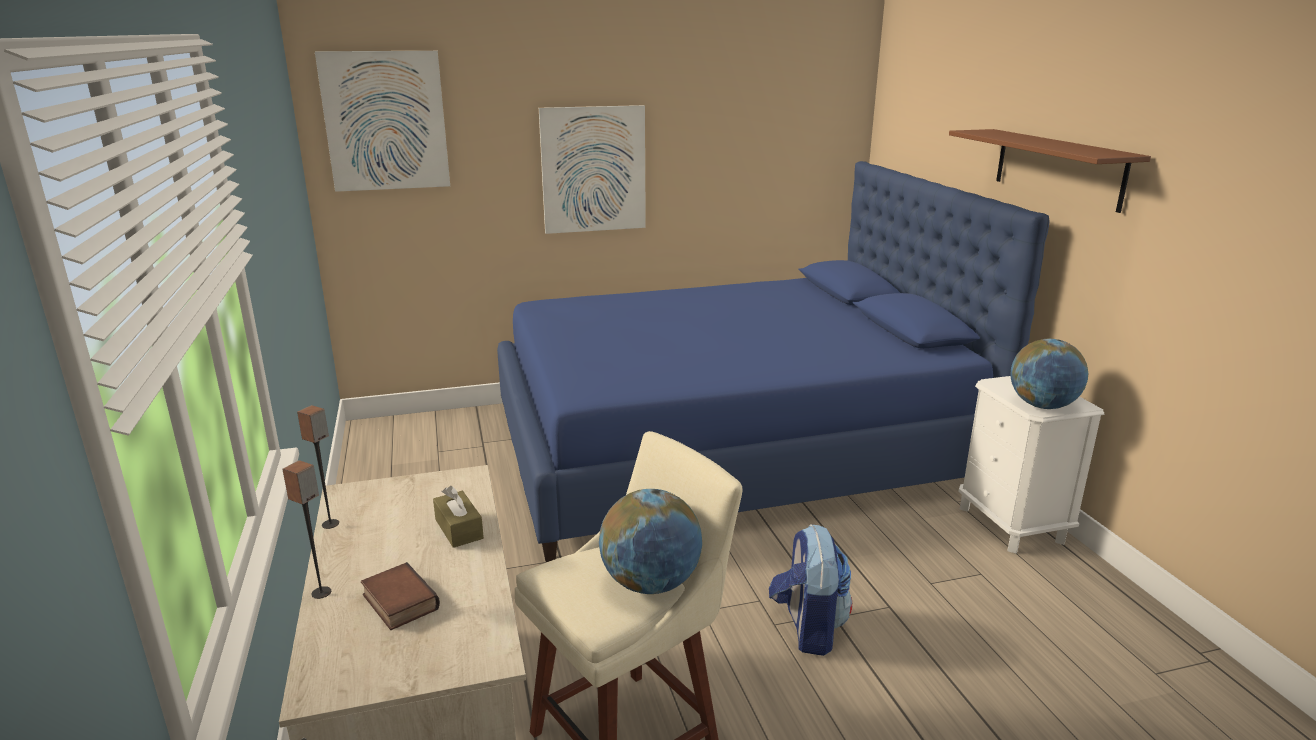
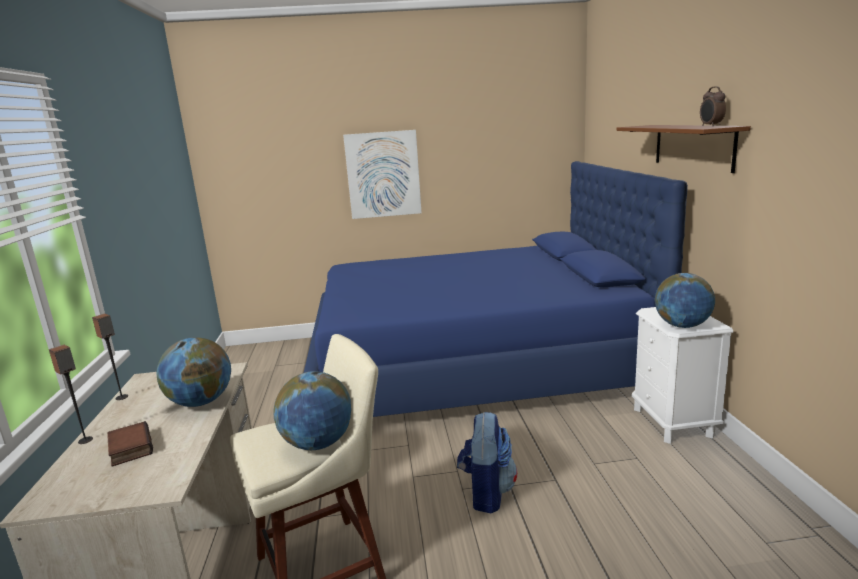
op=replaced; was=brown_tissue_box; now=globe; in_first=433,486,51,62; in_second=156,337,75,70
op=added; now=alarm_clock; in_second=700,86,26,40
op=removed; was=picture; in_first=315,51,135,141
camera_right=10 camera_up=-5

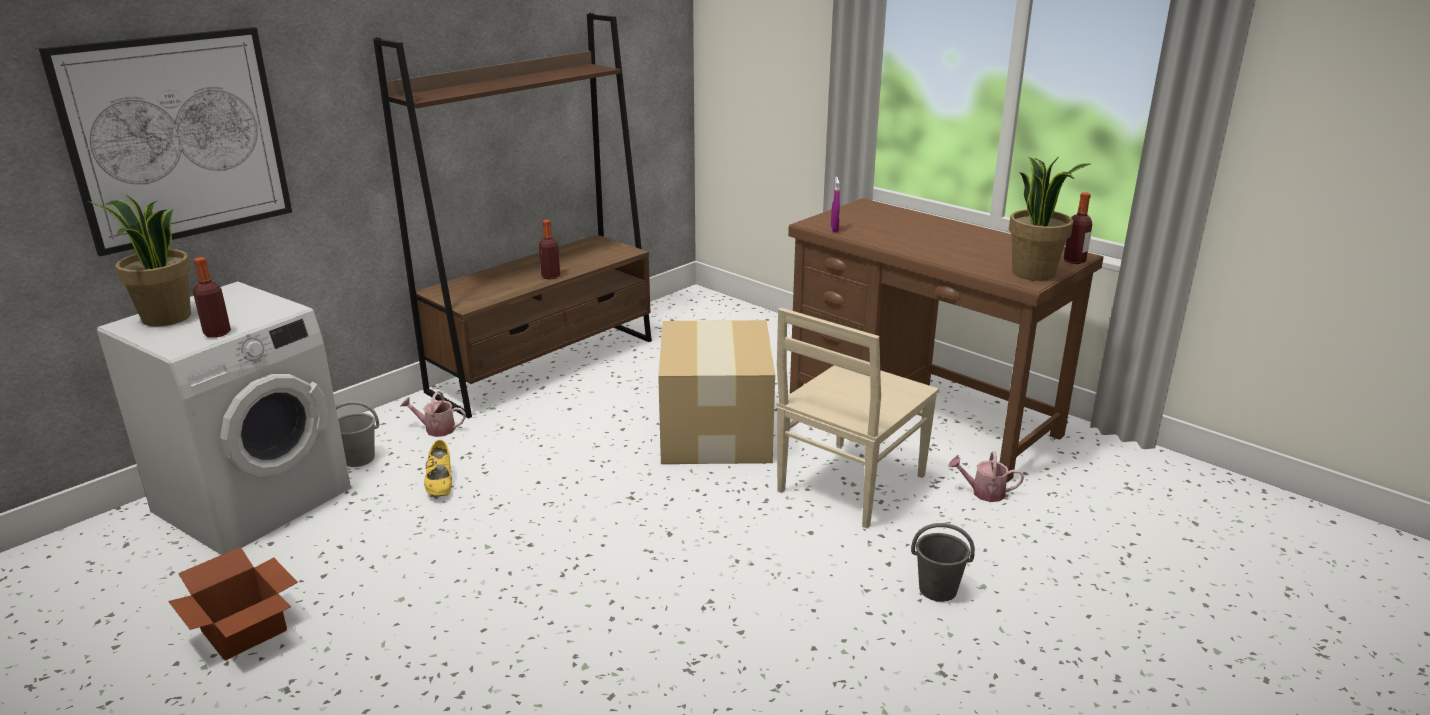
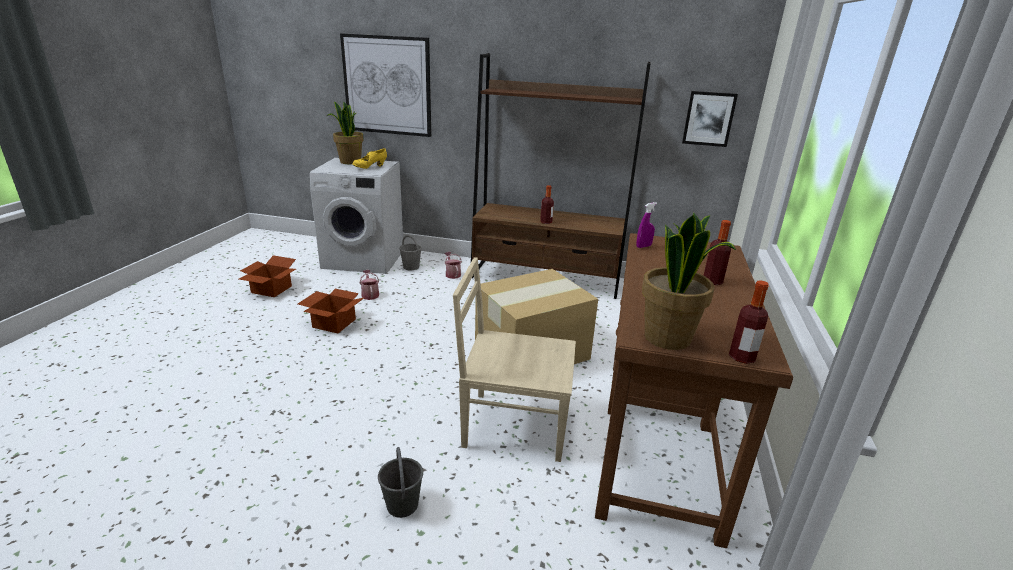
op=added; now=cardboard_box; in_second=298,289,67,44
op=moved; was=yellow_shoe; in_first=424,440,28,56; in_second=352,148,35,21
op=moved; was=watering_can; in_first=948,451,76,51; in_second=359,270,20,30
op=added; now=picture; in_second=682,91,56,56
op=moved; was=bottle; in_first=193,257,38,81; in_second=703,220,28,65
camera_right=60 camera_up=0

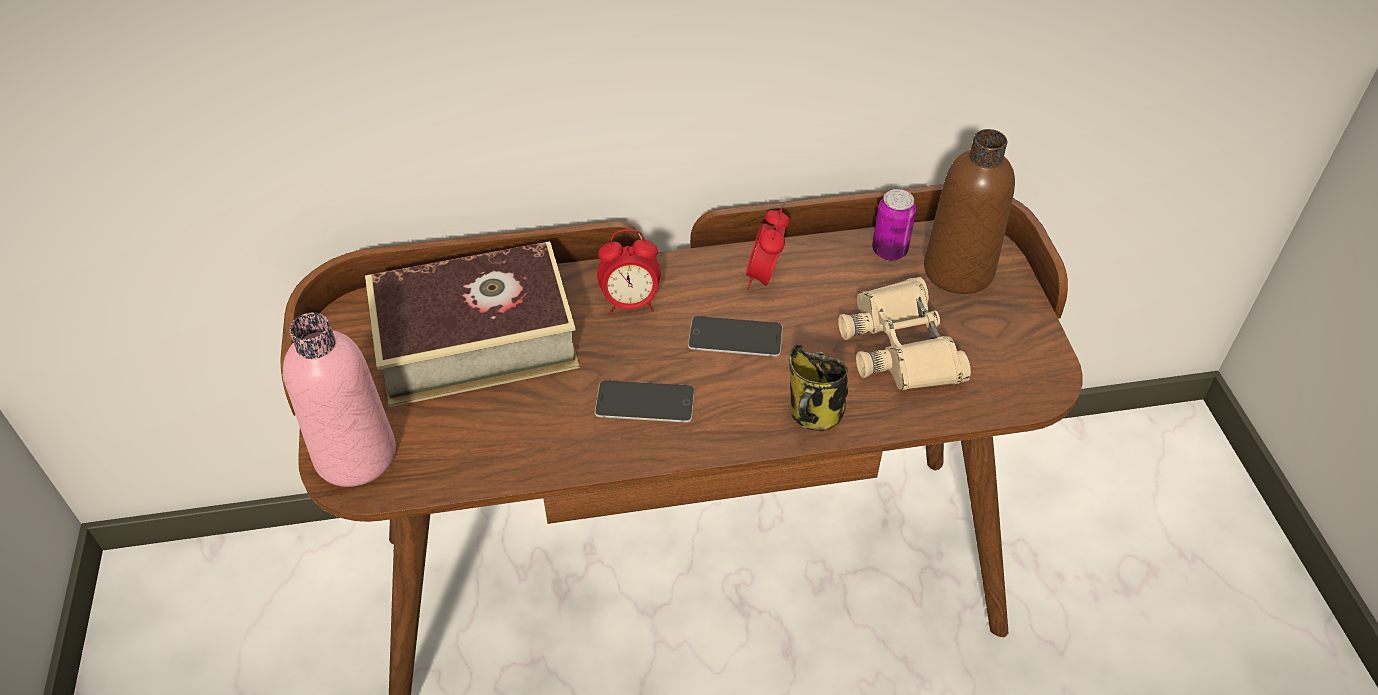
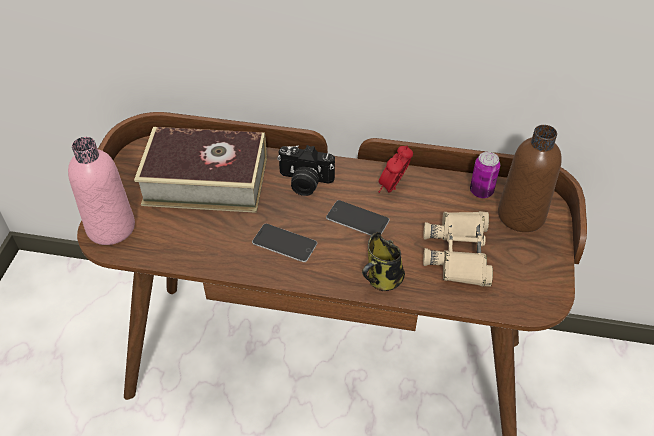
op=replaced; was=alarm_clock; now=photo_camera; in_first=597,229,63,86; in_second=277,145,58,51
camera_right=20 camera_up=0

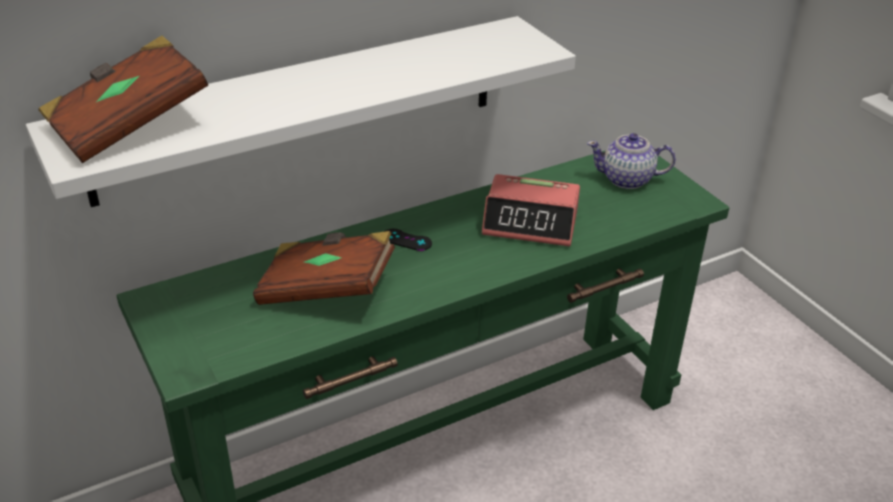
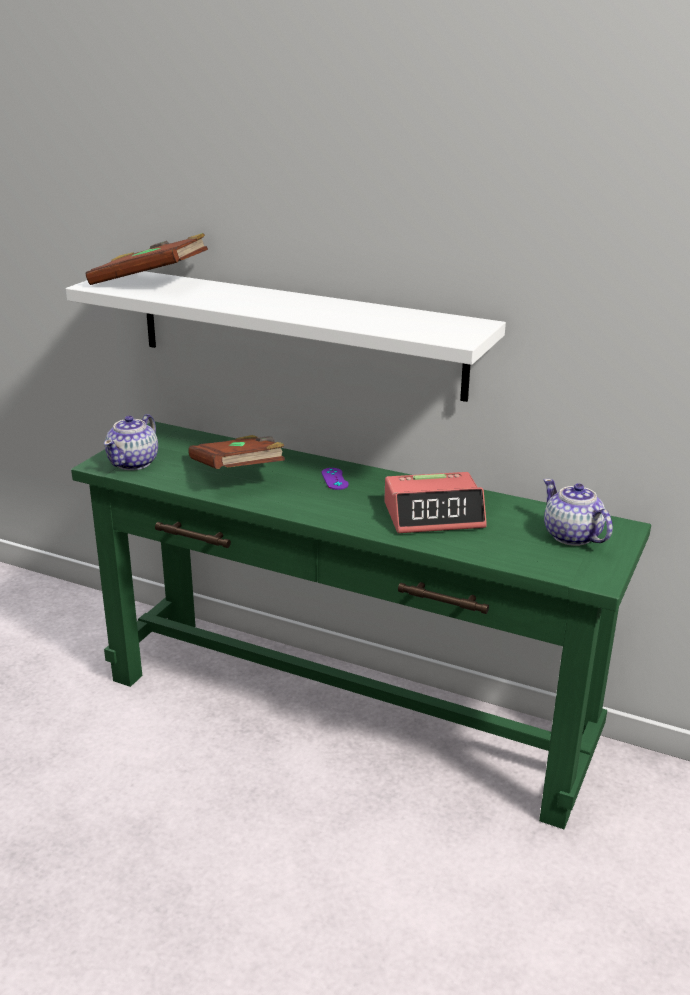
op=added; now=teapot; in_second=104,414,54,56
op=recoloured; was=black_game_controller; now=purple_game_controller; in_first=384,229,48,22; in_second=322,468,27,22
op=turned; was=alarm_clock; in_first=482,174,98,72; in_second=384,472,103,61; clockwise=-75
camera_right=55 camera_up=-10

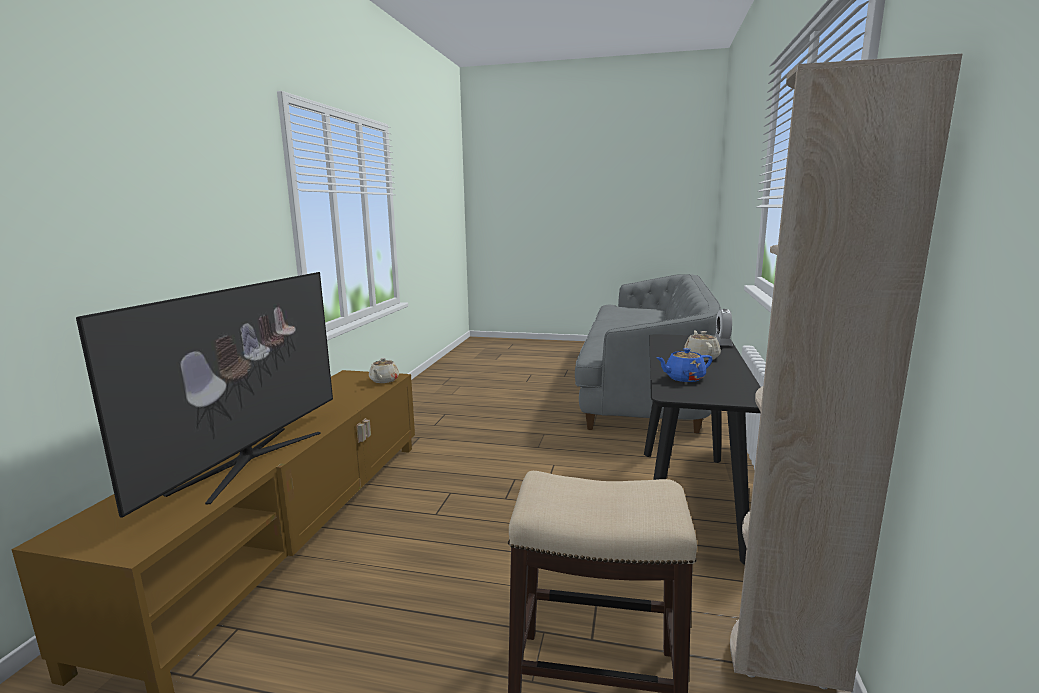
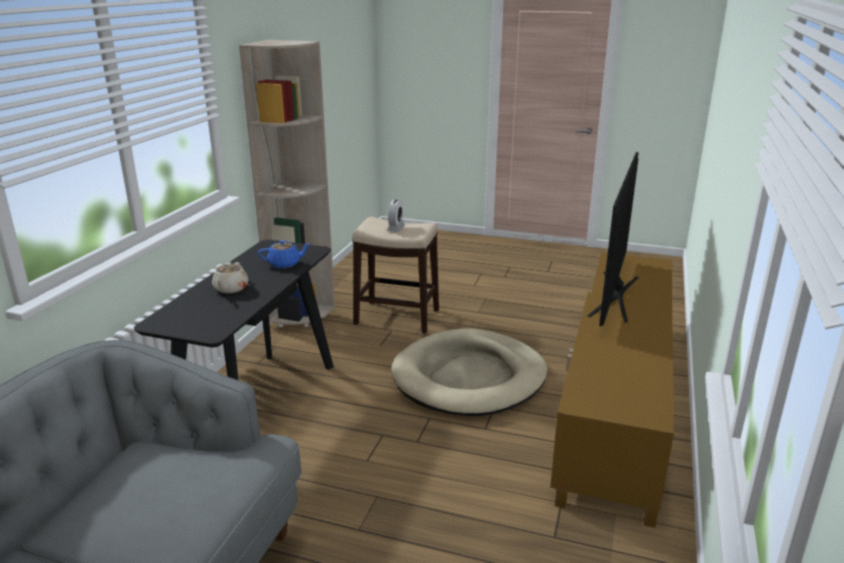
op=moved; was=alarm_clock; in_first=715,309,18,37; in_second=387,200,18,32
op=added; now=beige_dog_bed; in_second=391,328,156,88
op=removed; was=beige_teapot; in_first=369,358,30,25
camera_right=-175 camera_up=10

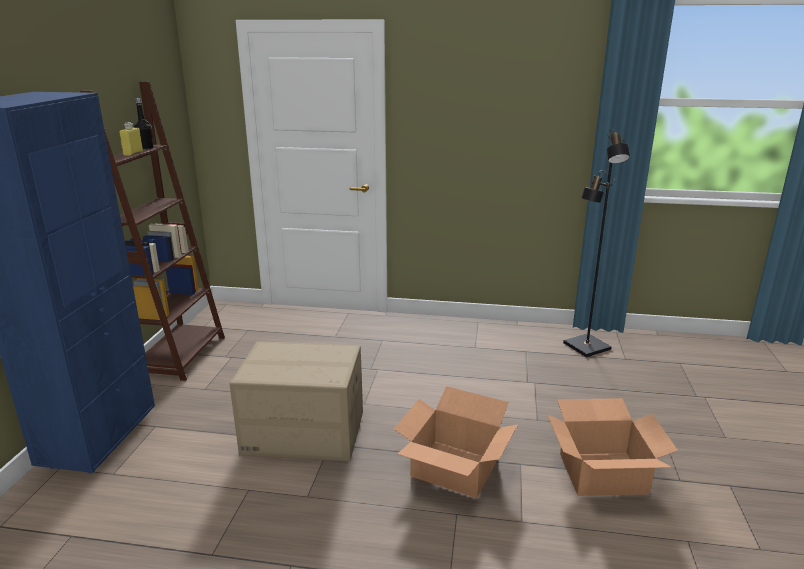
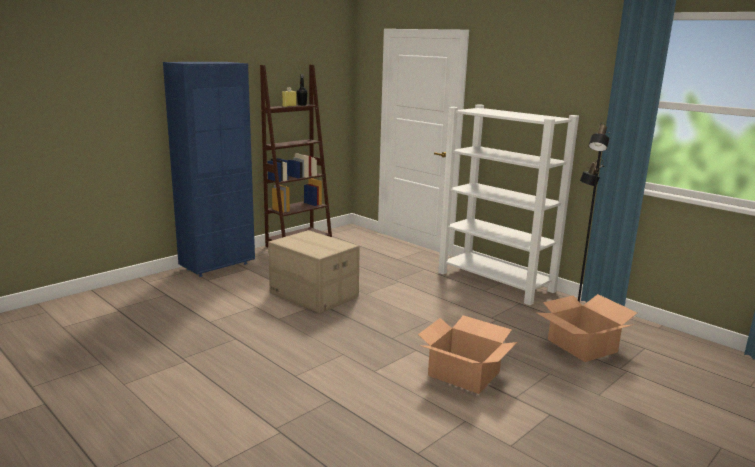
op=added; now=white_bookcase; in_second=438,104,141,202
op=moved; was=cardboard_box; in_first=394,386,124,112; in_second=537,294,100,68
camera_right=35 camera_up=-5

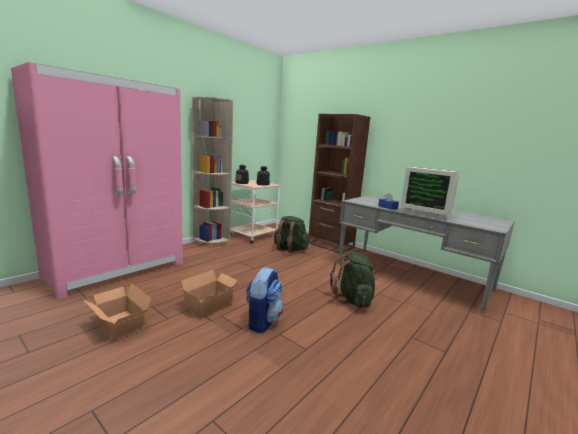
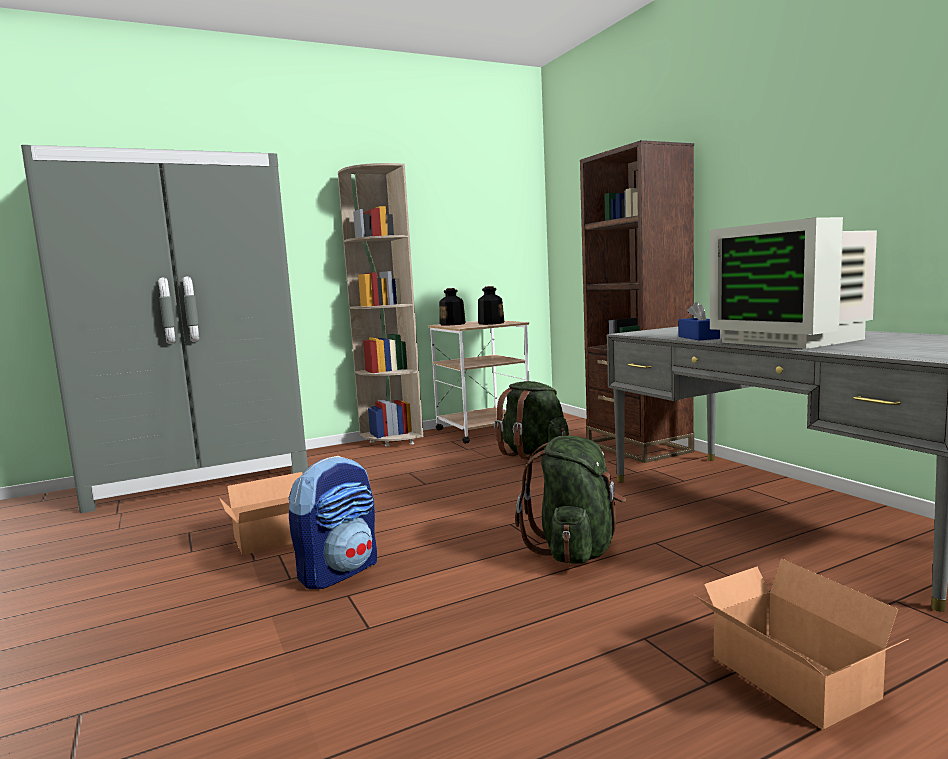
op=recoloured; was=pink_cabinet; now=grey_cabinet; in_first=11,62,172,237; in_second=21,145,287,368
op=moved; was=cardboard_box; in_first=84,283,67,59; in_second=694,558,214,172
camera_right=25 camera_up=-5

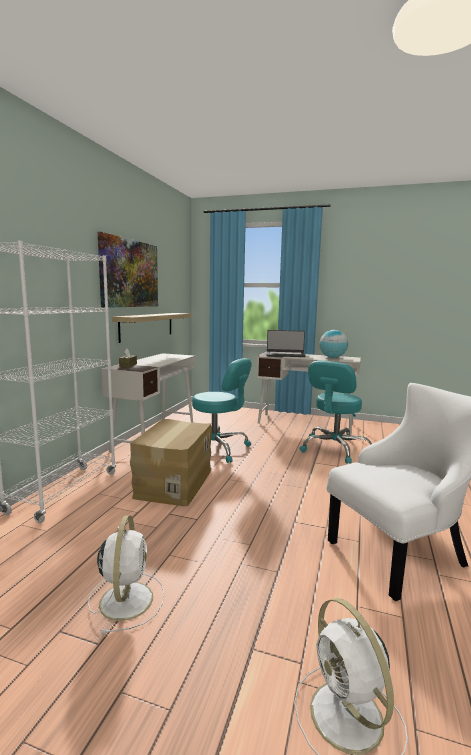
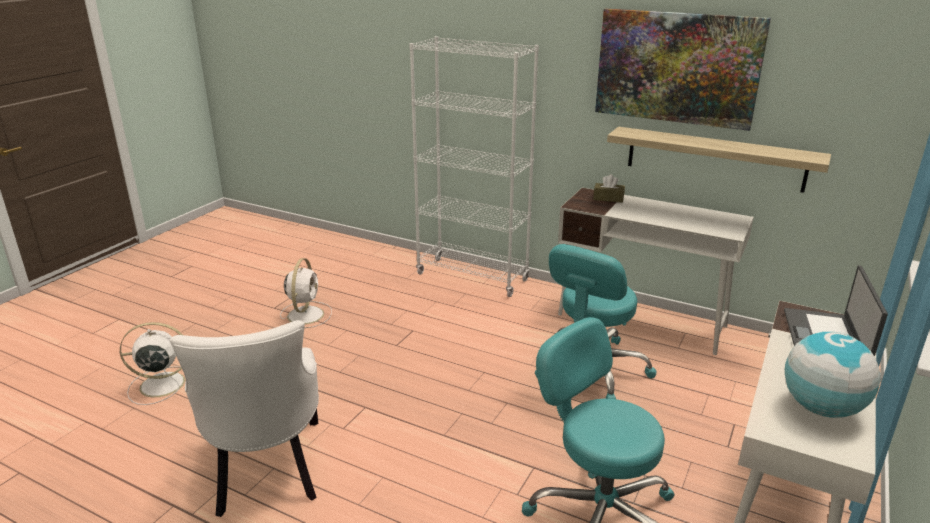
op=turned; was=white_fan; in_first=88,515,76,119; in_second=280,258,52,70; clockwise=-90
op=removed; was=cardboard_box; in_first=130,419,82,87
camera_right=100 camera_up=15

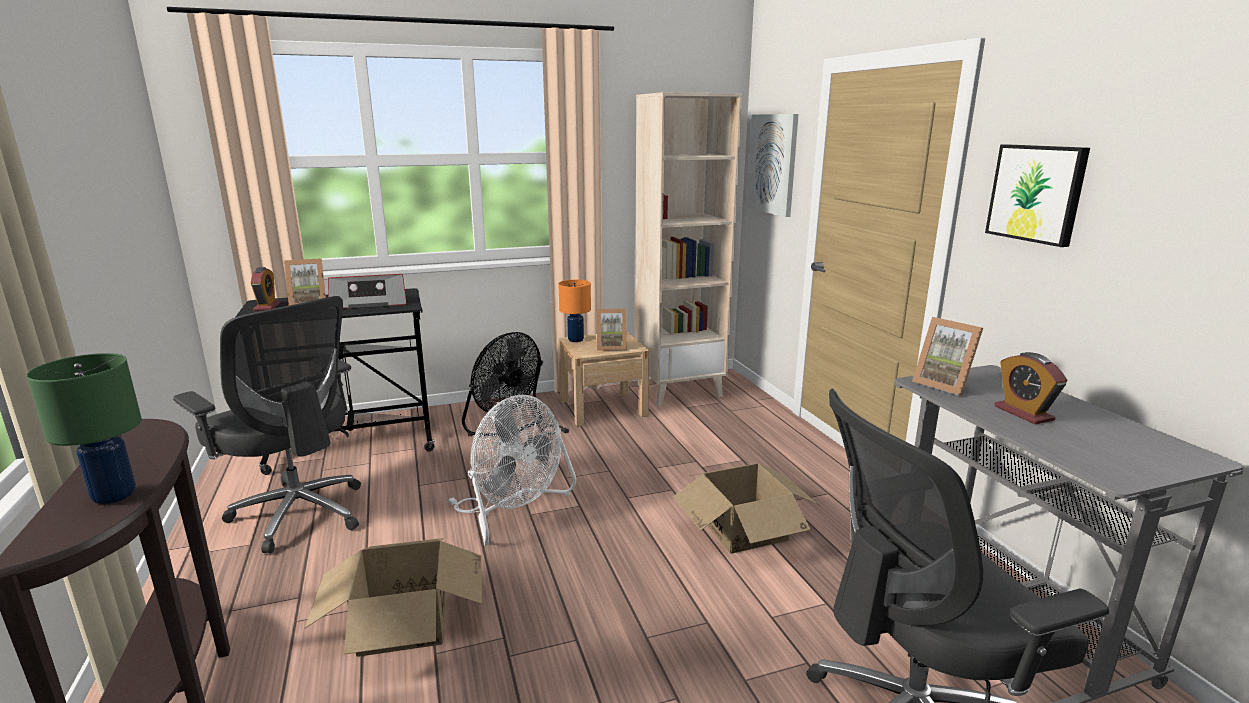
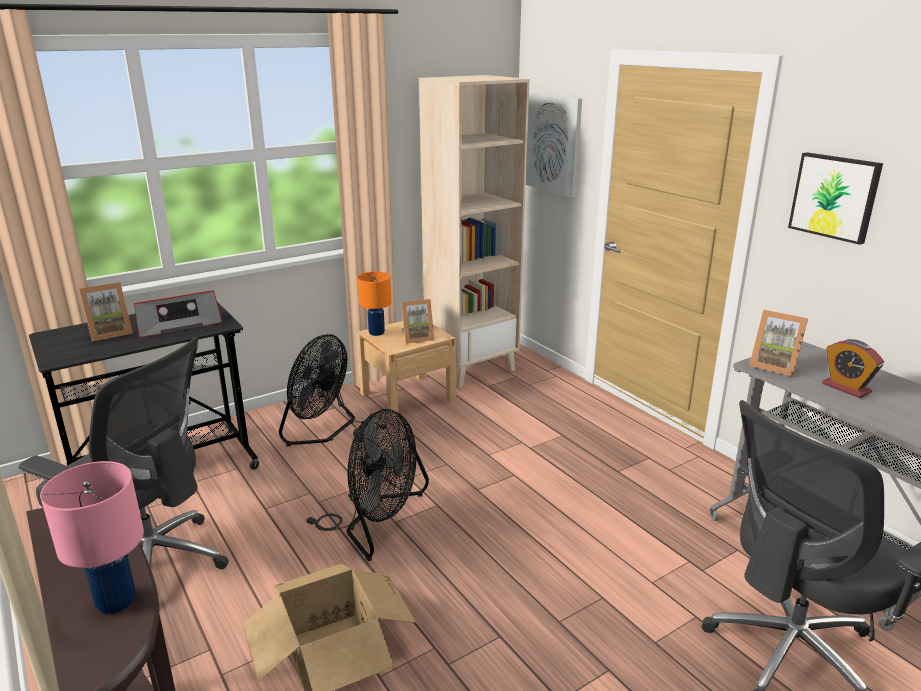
op=recoloured; was=green_table_lamp; now=pink_table_lamp; in_first=26,353,116,151; in_second=40,461,104,153
op=recoloured; was=white_fan; now=black_fan; in_first=448,395,128,151; in_second=306,409,123,153
op=removed; was=alarm_clock; in_first=251,267,30,44
op=removed; was=cardboard_box; in_first=673,463,146,91
camera_right=-15 camera_up=5

